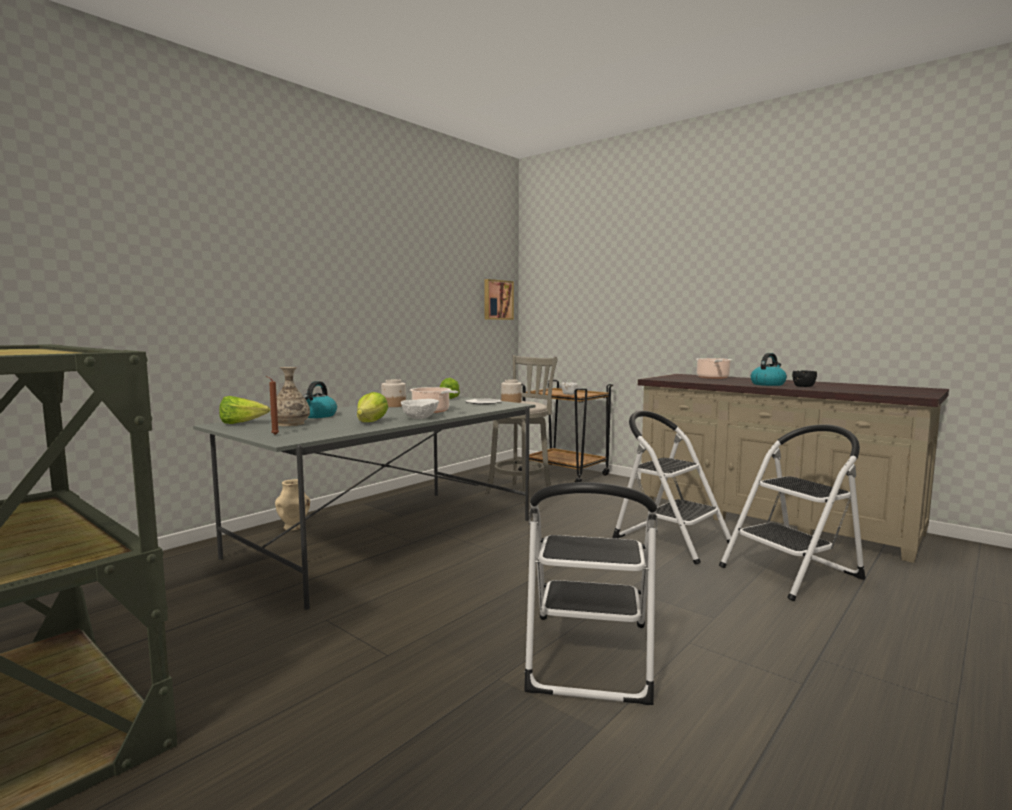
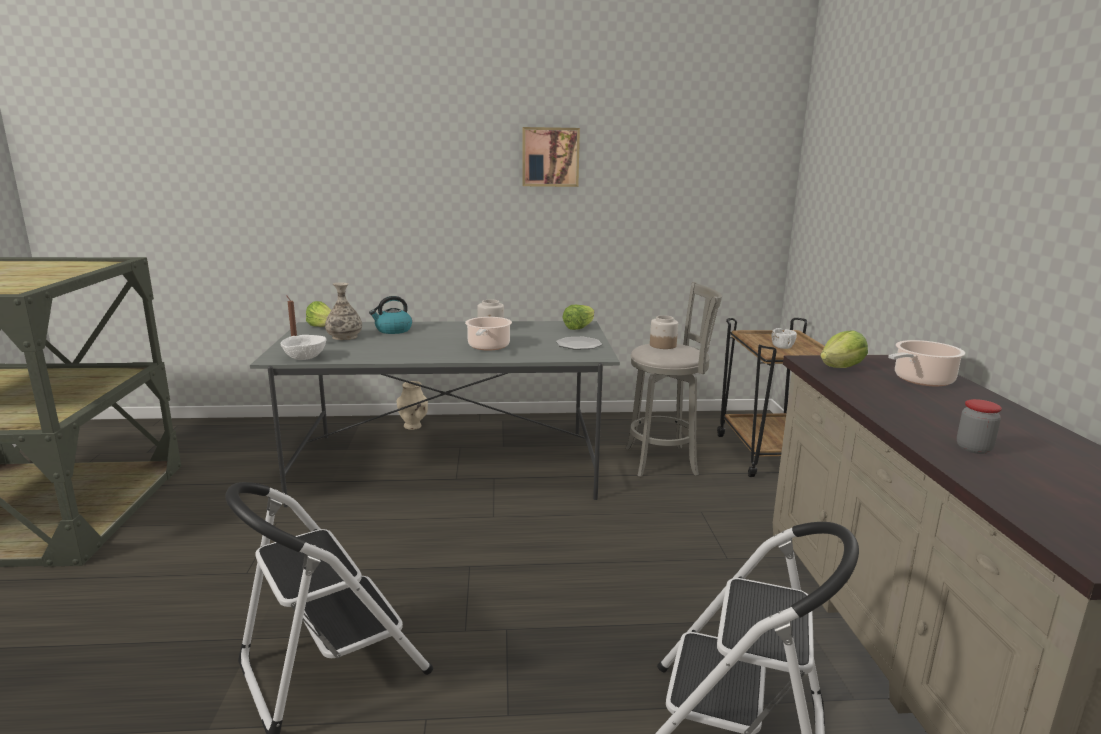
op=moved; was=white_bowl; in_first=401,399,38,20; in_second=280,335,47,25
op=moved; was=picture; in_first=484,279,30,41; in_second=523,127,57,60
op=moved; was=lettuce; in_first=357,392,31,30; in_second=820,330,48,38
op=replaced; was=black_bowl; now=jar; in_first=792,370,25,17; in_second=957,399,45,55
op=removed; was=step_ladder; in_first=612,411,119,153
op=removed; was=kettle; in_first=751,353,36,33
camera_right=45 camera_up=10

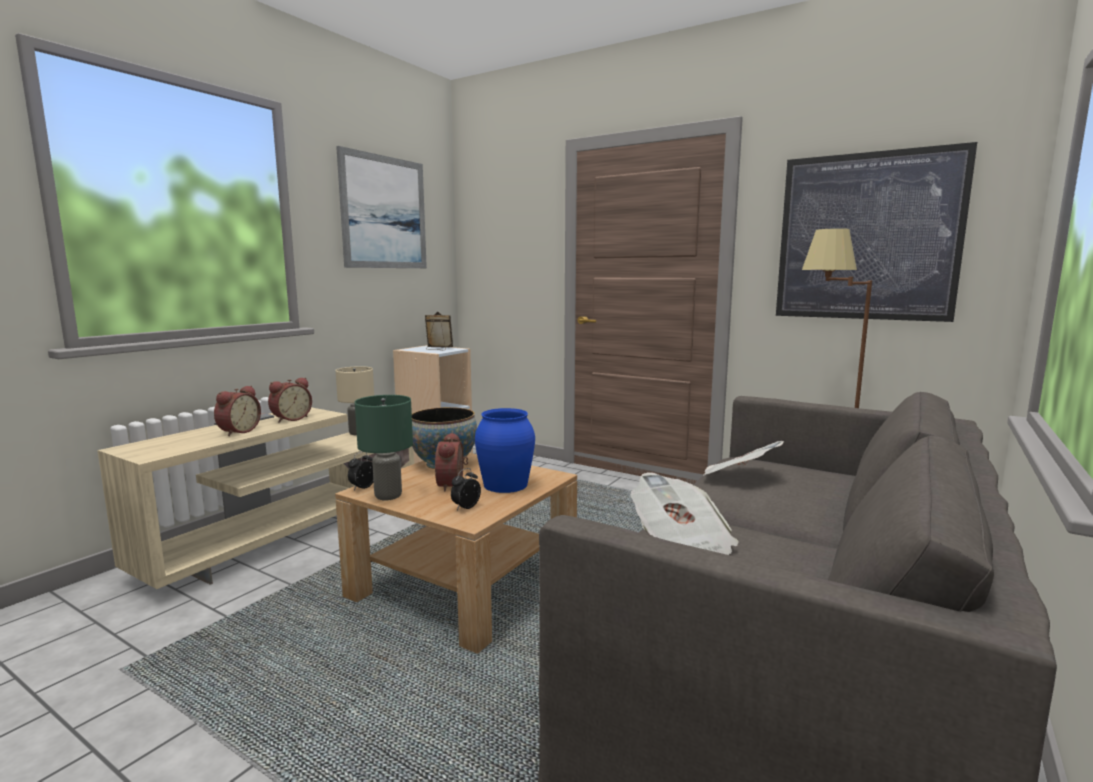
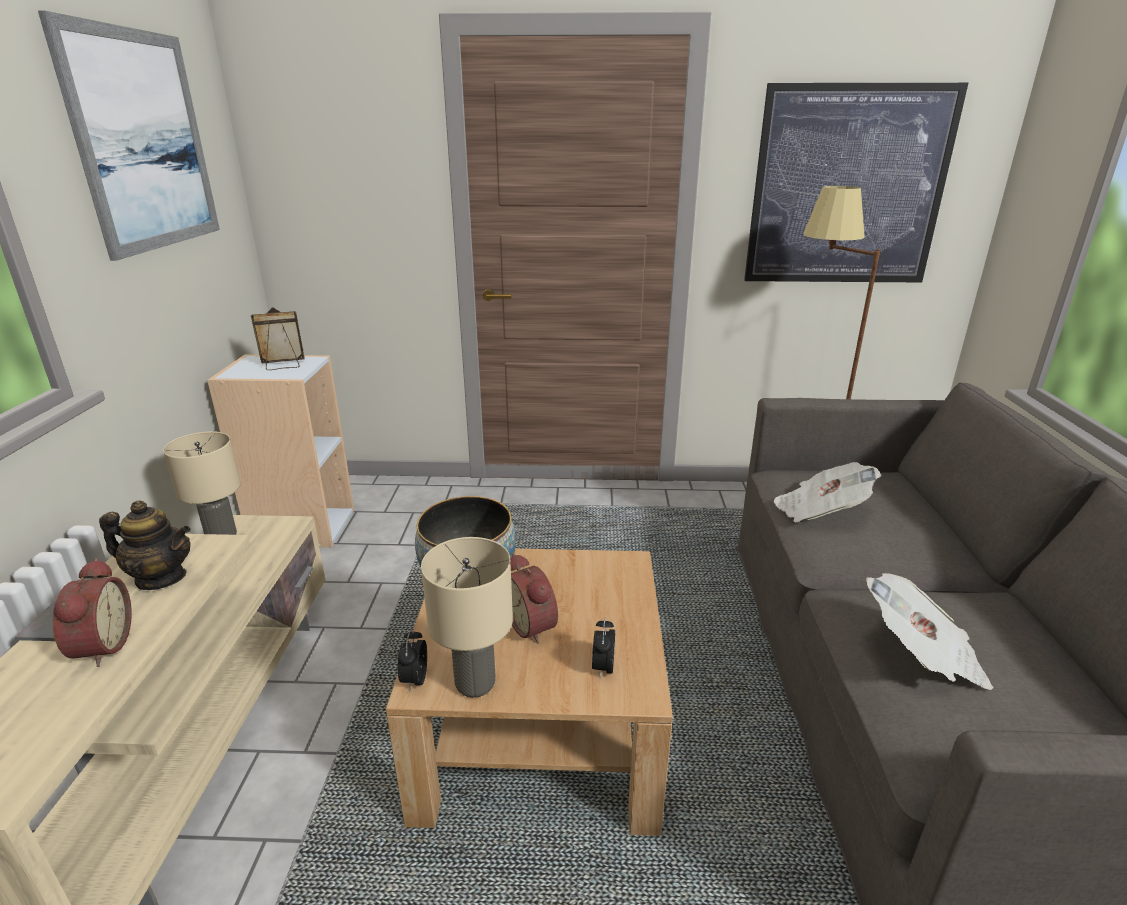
op=replaced; was=alarm_clock; now=teapot; in_first=268,377,44,46; in_second=99,500,92,90
op=recoloured; was=green_table_lamp; now=beige_table_lamp; in_first=355,395,58,106; in_second=421,537,92,161
op=removed; was=blue_vase; in_first=475,408,60,85
camera_right=-30 camera_up=15

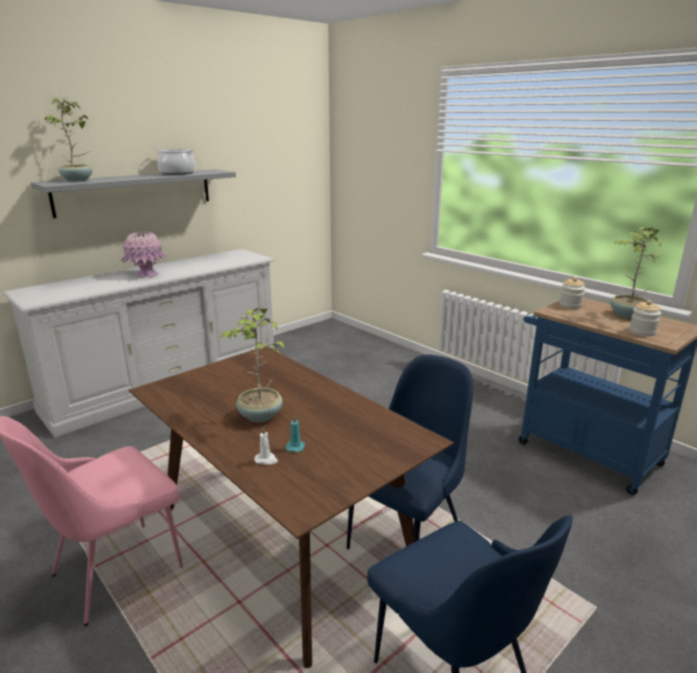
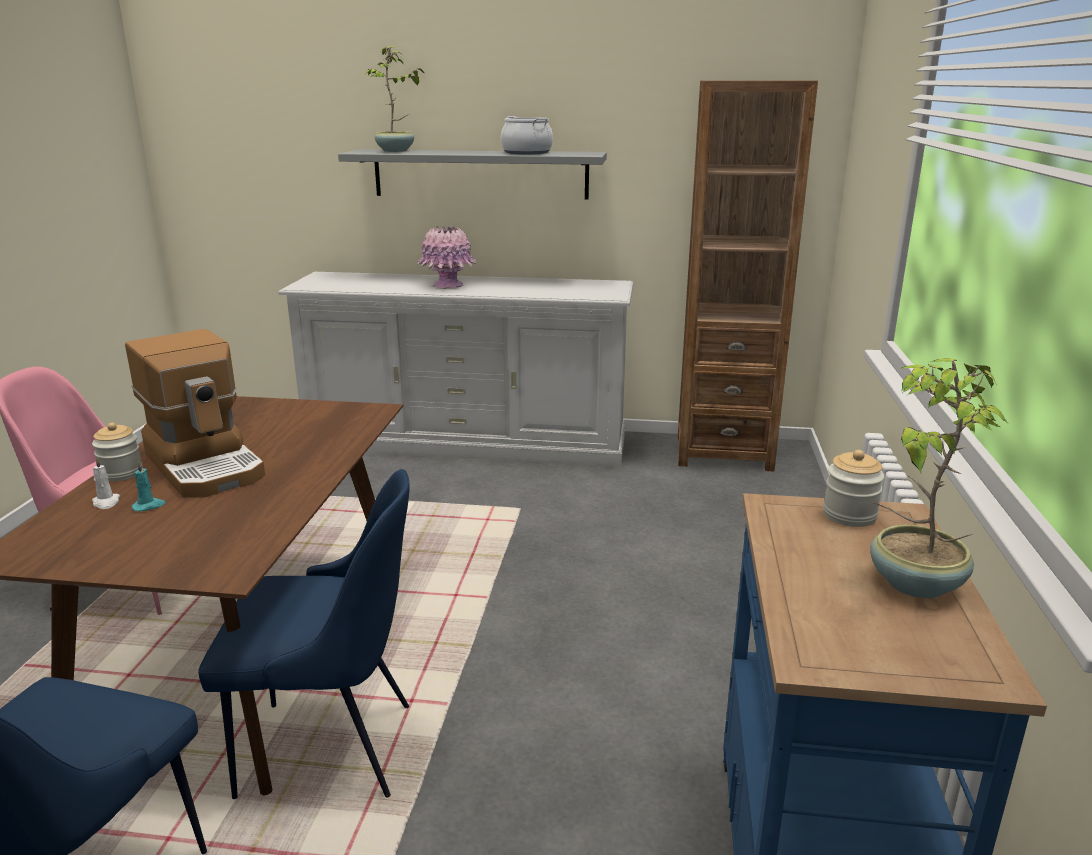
op=moved; was=jar; in_first=629,300,32,36; in_second=92,423,51,58
op=replaced; was=potted_plant; now=coffee_machine; in_first=221,306,63,116; in_second=125,329,140,169
op=added; now=brown_bookcase; in_second=678,81,140,390
camera_right=50 camera_up=0

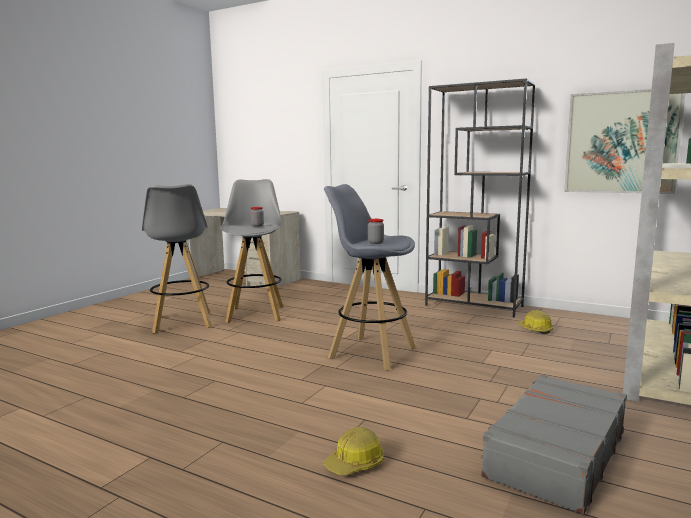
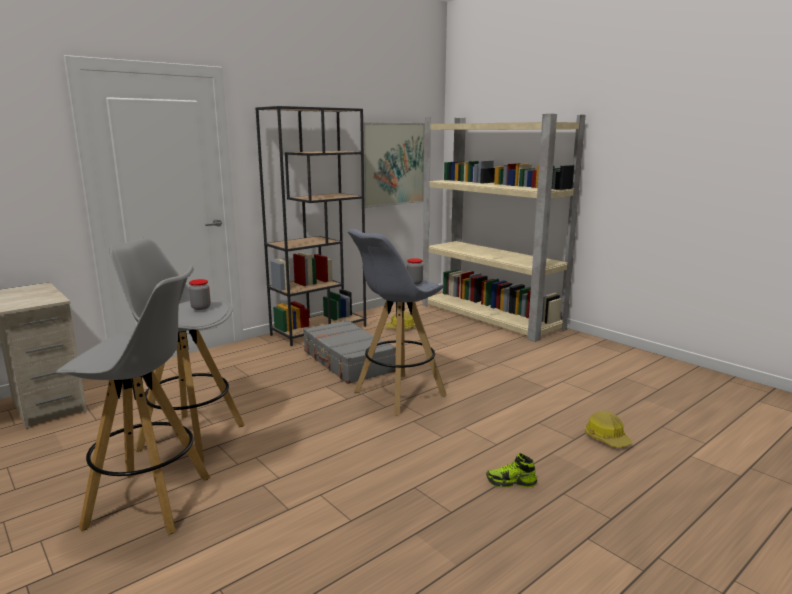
op=moved; was=grey_suitcase; in_first=480,374,147,141; in_second=303,320,93,64
op=added; now=shoe; in_second=486,453,51,34
camera_right=-70 camera_up=5

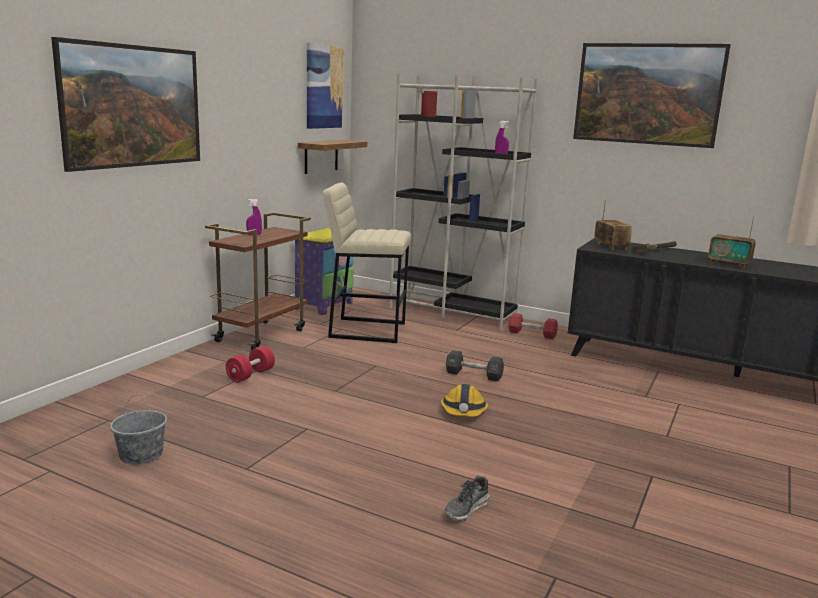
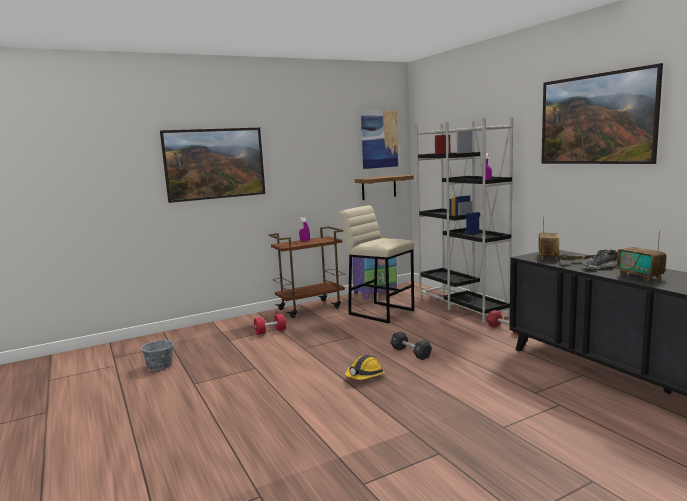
op=moved; was=shoe; in_first=444,475,46,46; in_second=582,249,35,21
camera_right=35 camera_up=-5

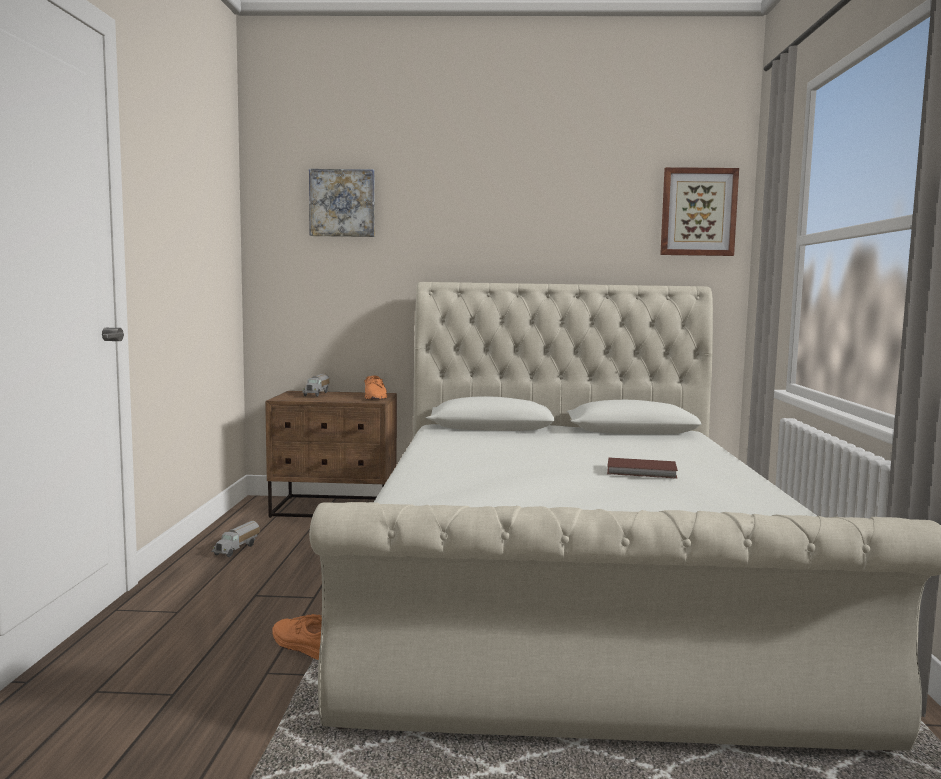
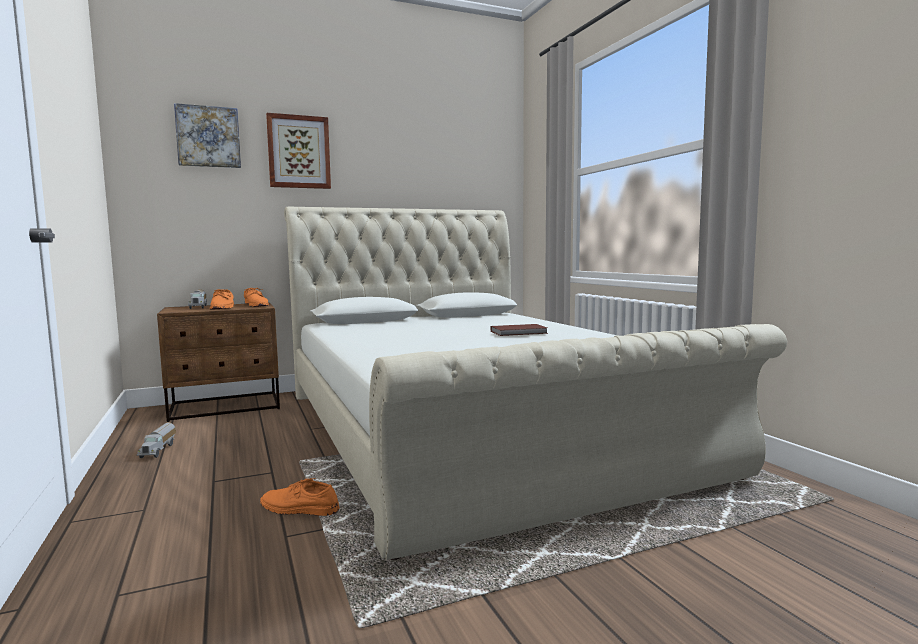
op=added; now=orange_shoe; in_second=210,289,24,20
op=moved; was=picture; in_first=660,167,79,89; in_second=266,113,65,76
camera_right=-25 camera_up=0

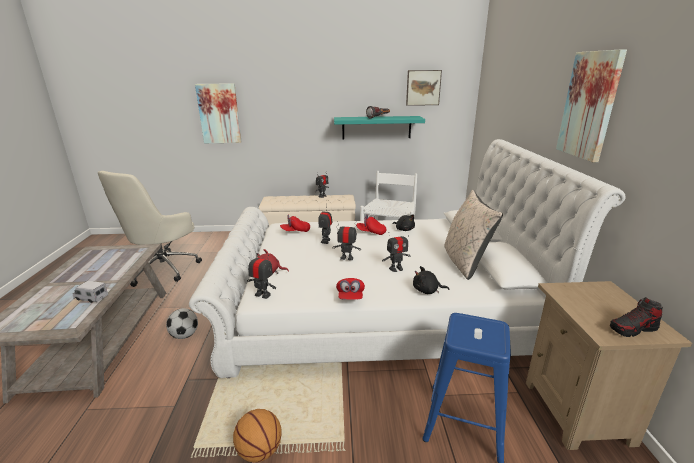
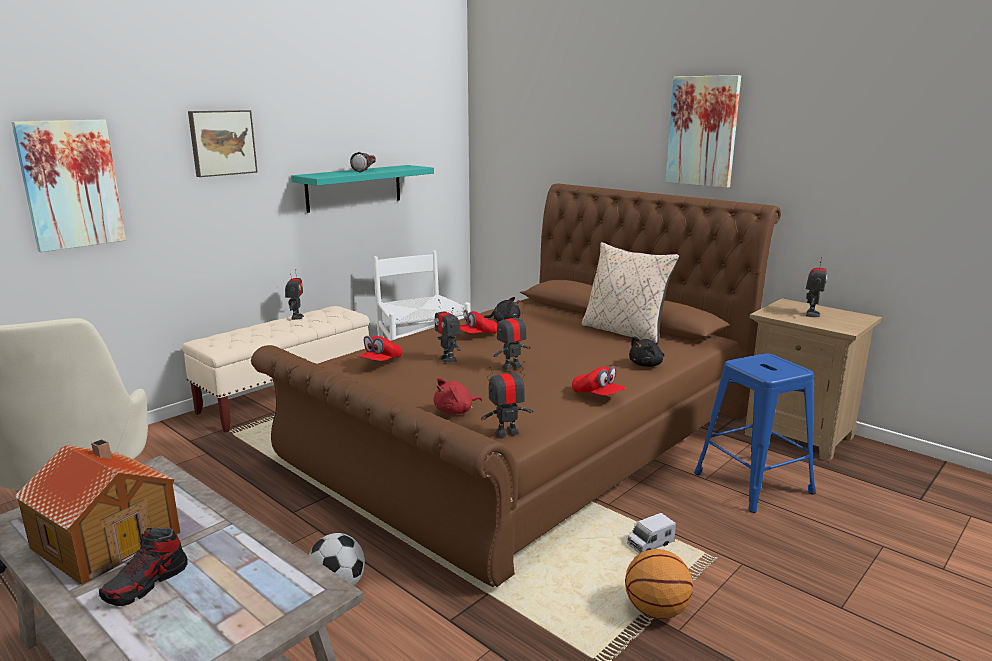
op=added; now=toy_house; in_second=14,439,166,146
op=moved; was=shoe; in_first=610,297,53,40; in_second=99,528,89,78
op=moved; was=picture; in_first=406,70,36,36; in_second=188,110,70,67
op=recoloured; was=white_bed; now=brown_bed; in_first=189,139,436,239; in_second=251,184,530,403
op=moved; was=toy_truck; in_first=73,280,35,23; in_second=627,513,49,40
op=moved; was=toy_robot; in_first=382,230,27,42; in_second=806,257,21,60
camera_right=-45 camera_up=-5

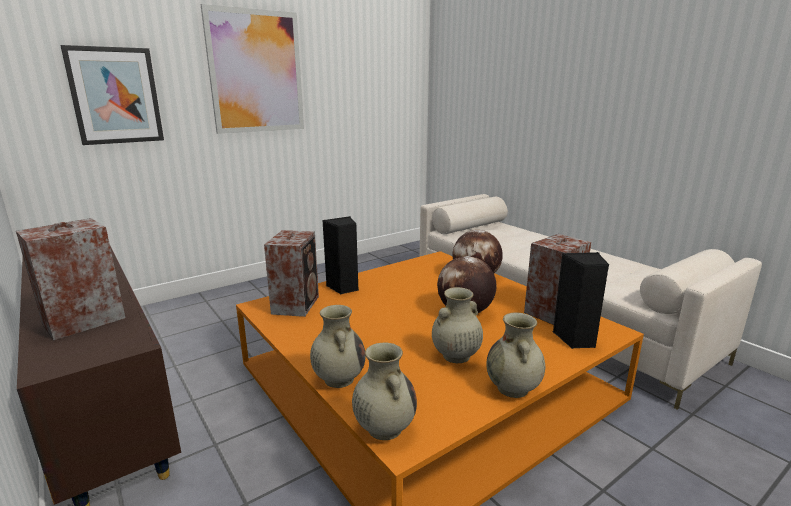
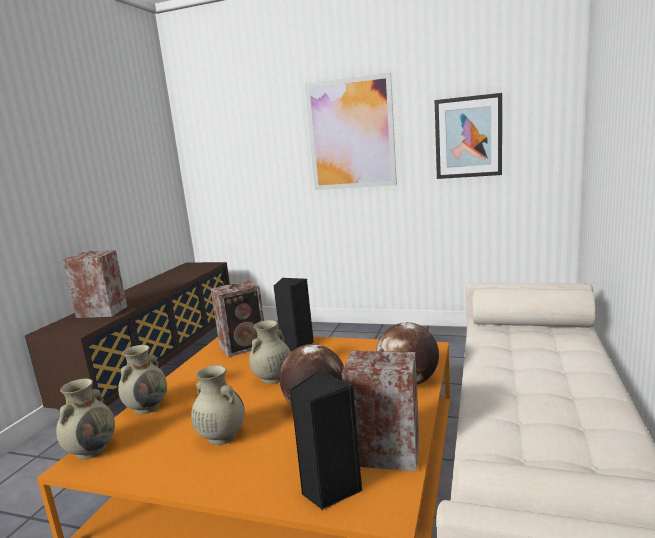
op=moved; was=beige_vase; in_first=486,313,59,85; in_second=249,320,42,64
op=moved; was=picture; in_first=60,45,104,100; in_second=435,93,67,86
camera_right=55 camera_up=-5

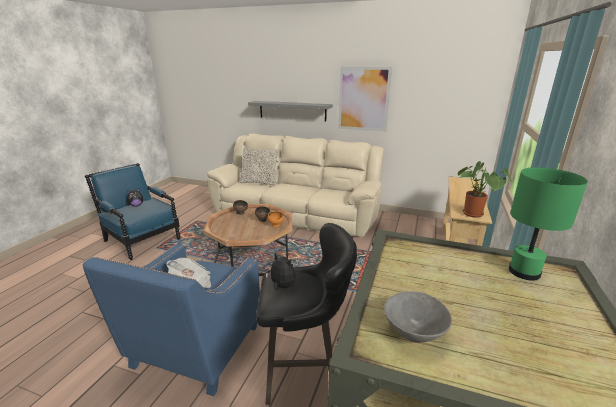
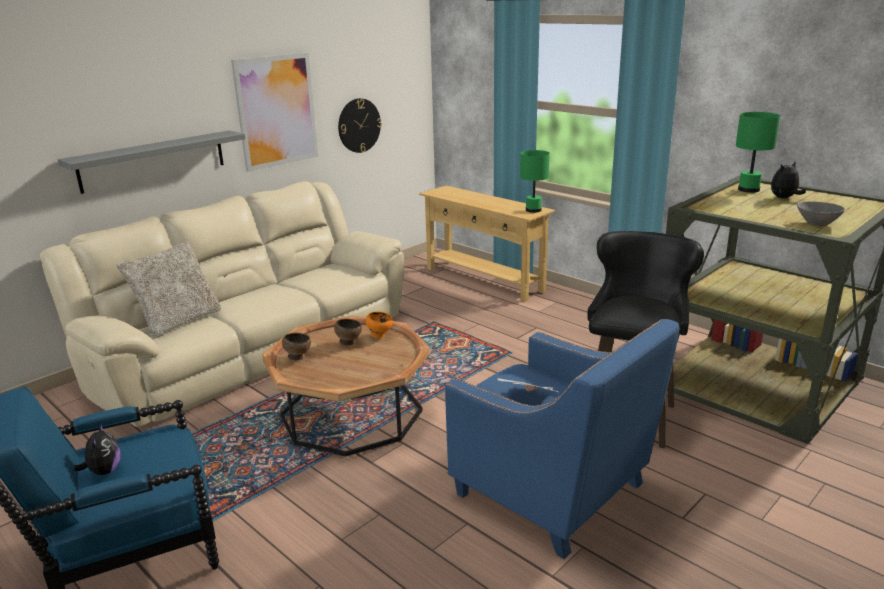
op=added; now=wall_clock; in_second=338,98,44,55
op=replaced; was=potted_plant; now=green_table_lamp; in_first=458,161,54,57; in_second=520,150,30,63
op=moved; was=plush_toy; in_first=266,252,30,39; in_second=771,162,35,36
camera_right=-65 camera_up=0

